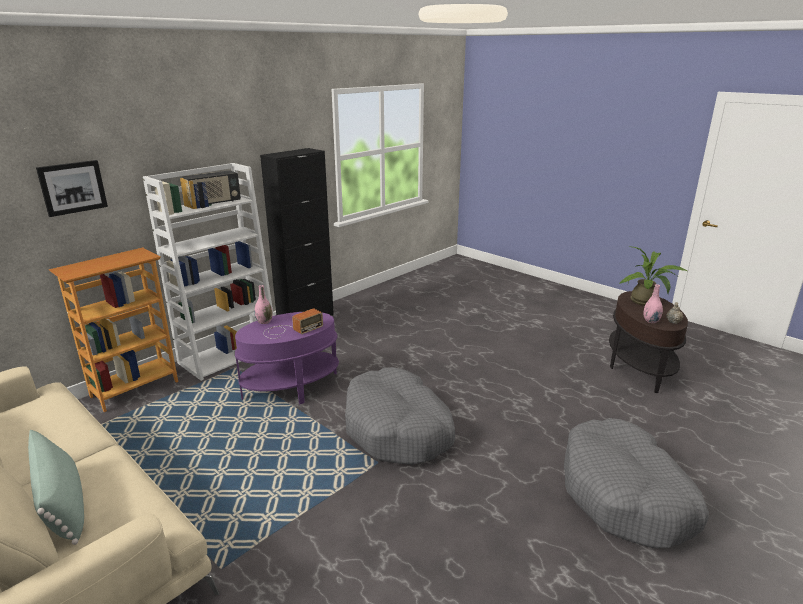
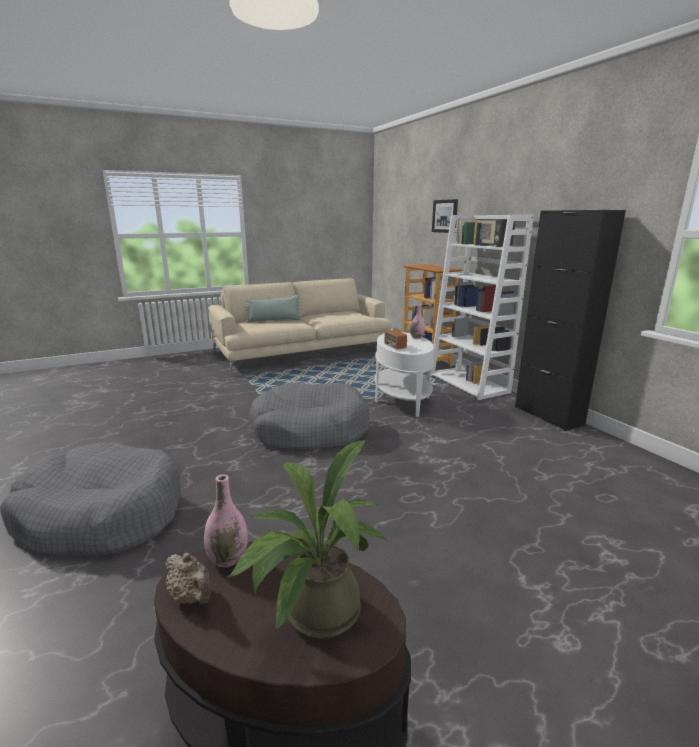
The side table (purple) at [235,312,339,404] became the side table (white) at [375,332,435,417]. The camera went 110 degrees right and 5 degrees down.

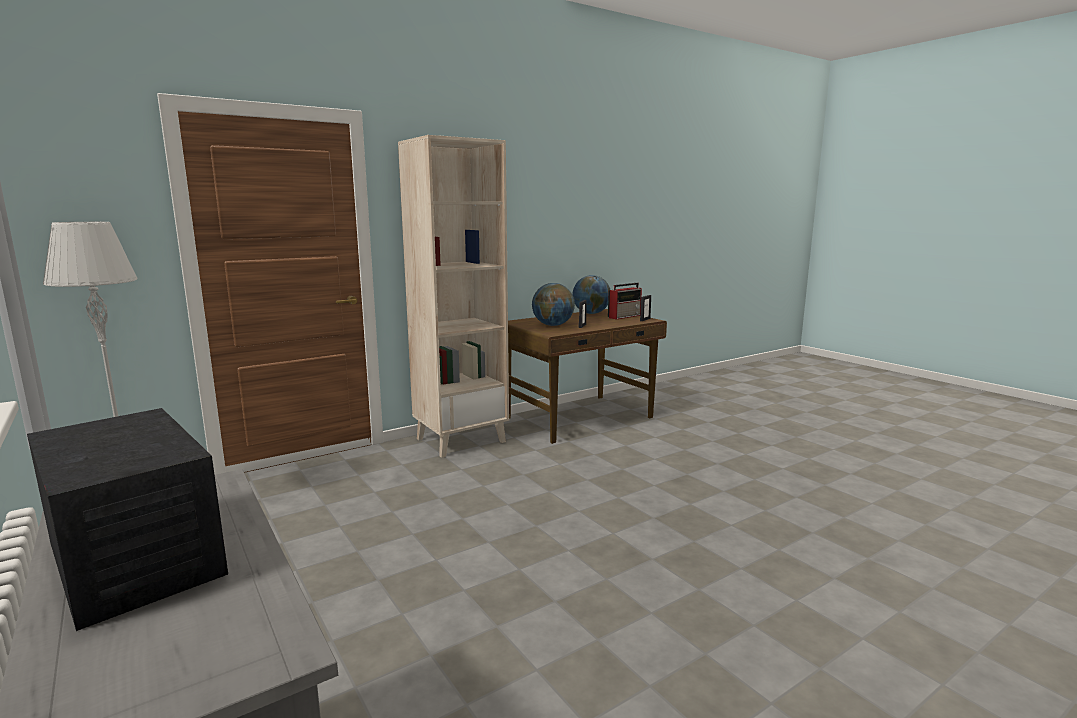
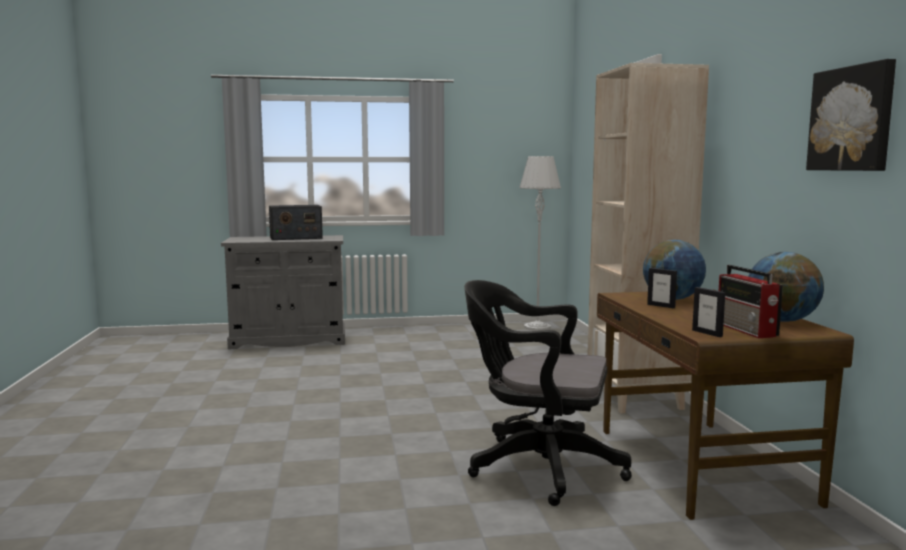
The office chair (black) at [464,280,632,506] appeared. The picture at [806,59,896,171] appeared. The camera went 115 degrees right and 5 degrees down.

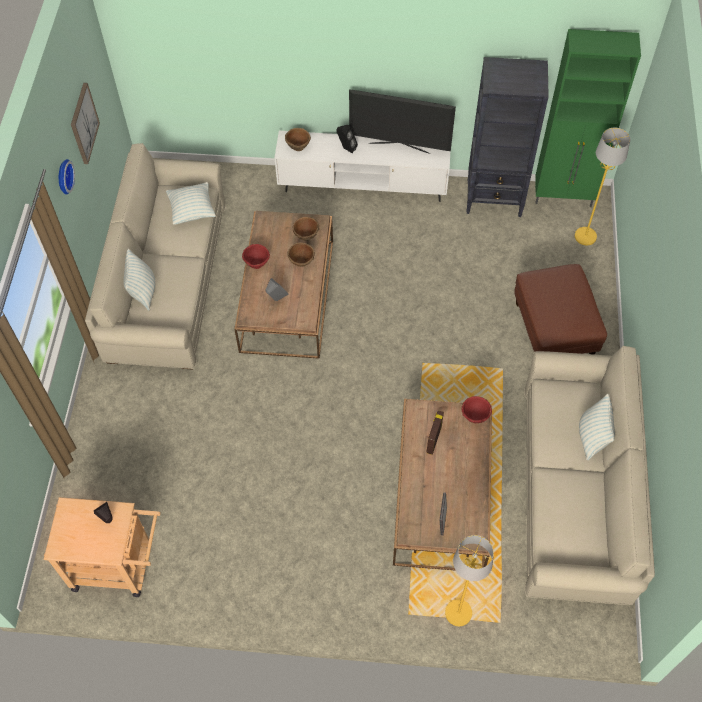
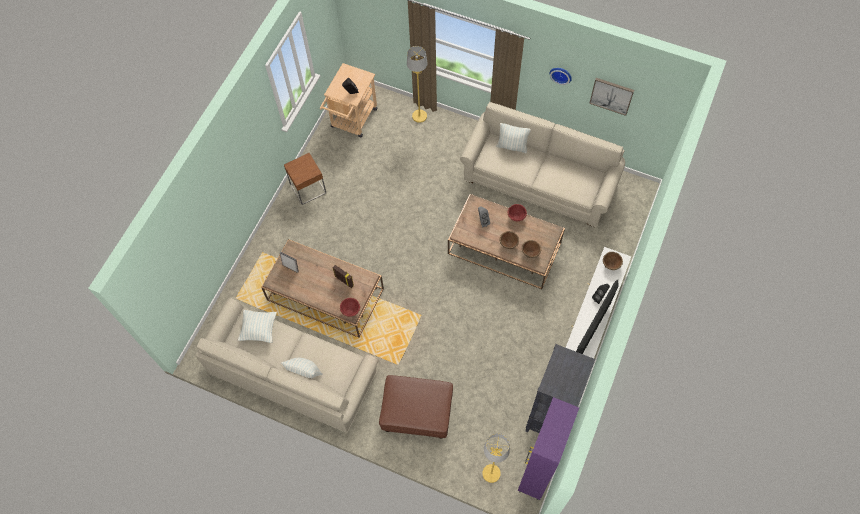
The pillow moved from [166,182,216,225] to [238,310,277,343]. The floor lamp (yellow) moved from [445,535,494,626] to [407,46,428,123]. The cabinet (green) at [535,29,641,207] became the cabinet (purple) at [518,397,579,500]. The side table (brown) at [284,153,326,205] appeared. The camera went 110 degrees right and 5 degrees up.

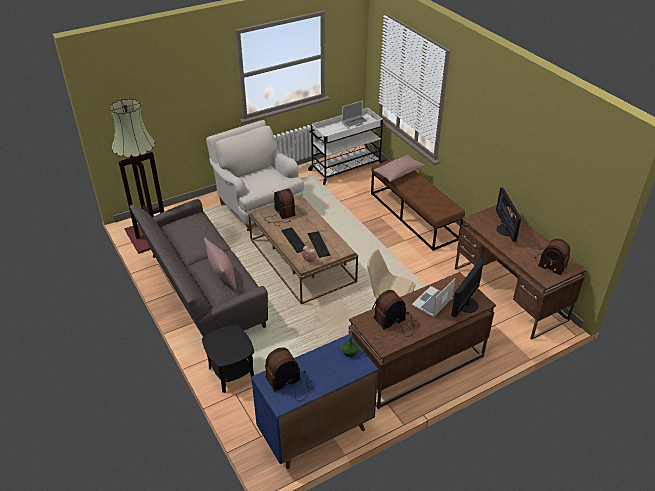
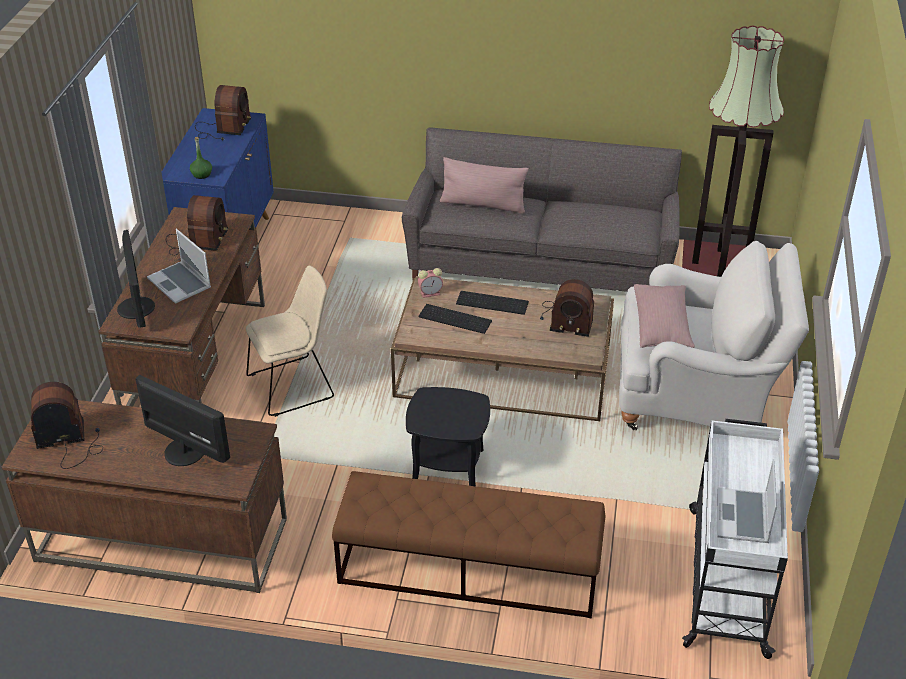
The side table (black) moved from [202,324,254,393] to [406,387,490,487]. The pillow (pink) moved from [374,155,425,182] to [634,284,695,348]. The laptop at [412,278,455,317] turned 150 degrees clockwise. The camera went 130 degrees right and 0 degrees up.

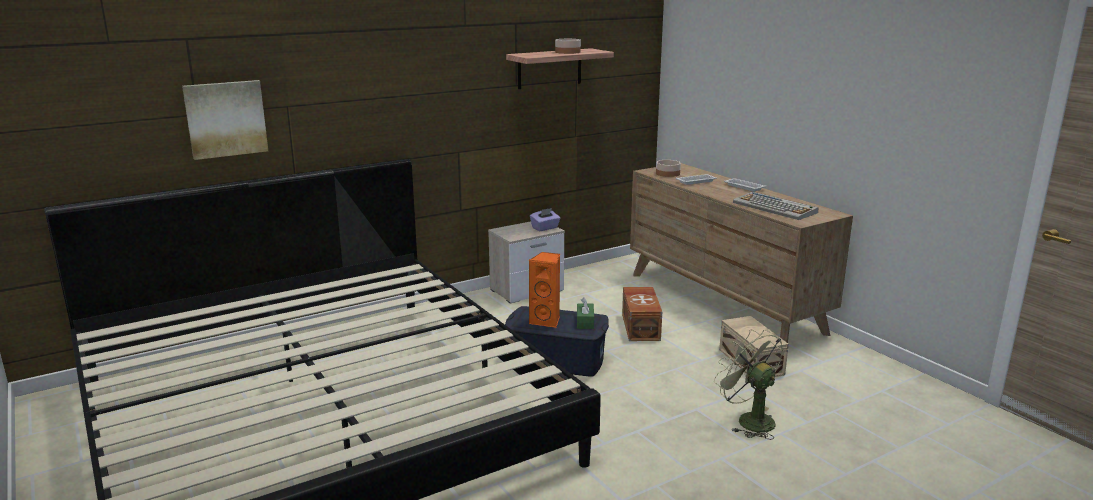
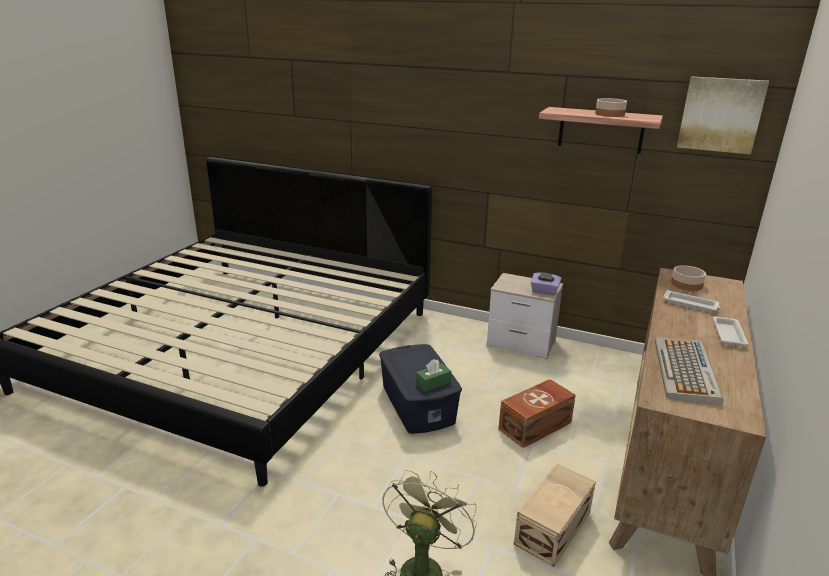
The picture moved from [182,80,268,160] to [677,76,769,154]. The speaker (orange) at [529,252,560,328] disappeared. The camera went 55 degrees right and 5 degrees up.

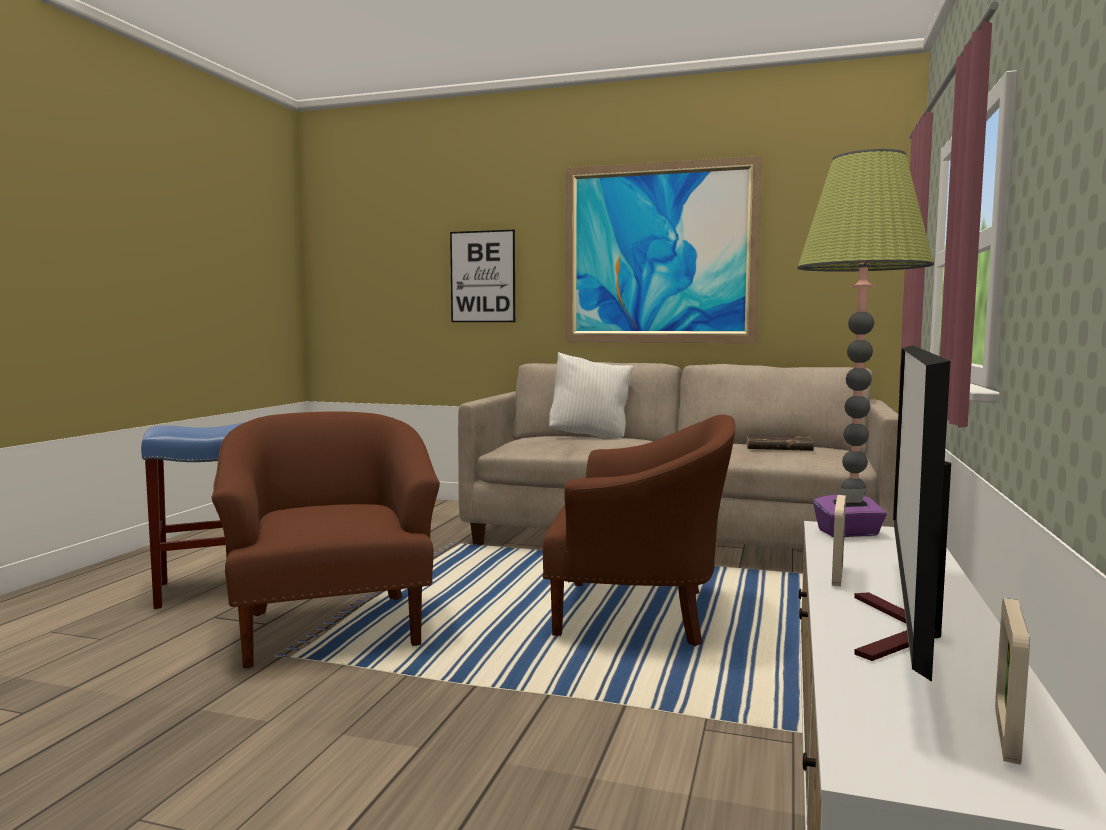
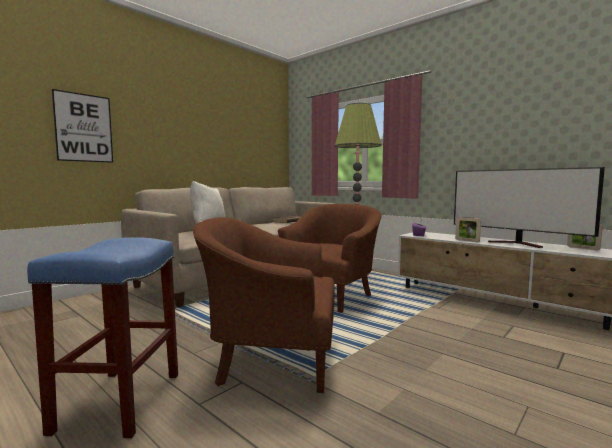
The picture at [565,156,762,343] disappeared. The camera went 65 degrees left and 0 degrees up.

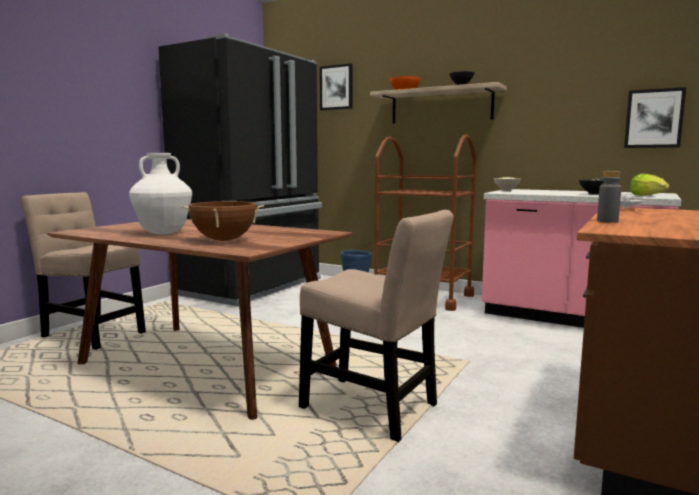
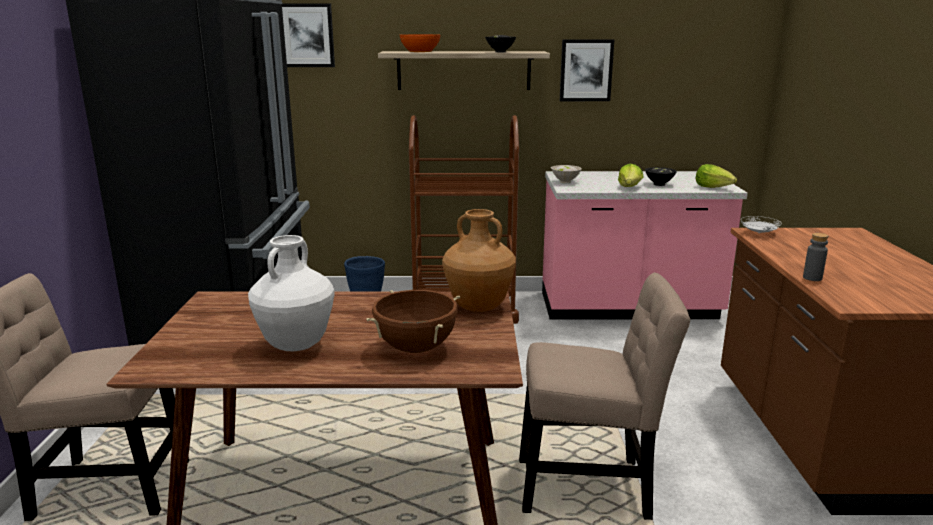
The picture moved from [624,87,686,148] to [560,39,614,101]. The vase (brown) at [442,209,516,312] appeared. The lettuce at [618,164,643,187] appeared. The camera went 30 degrees left and 10 degrees up.

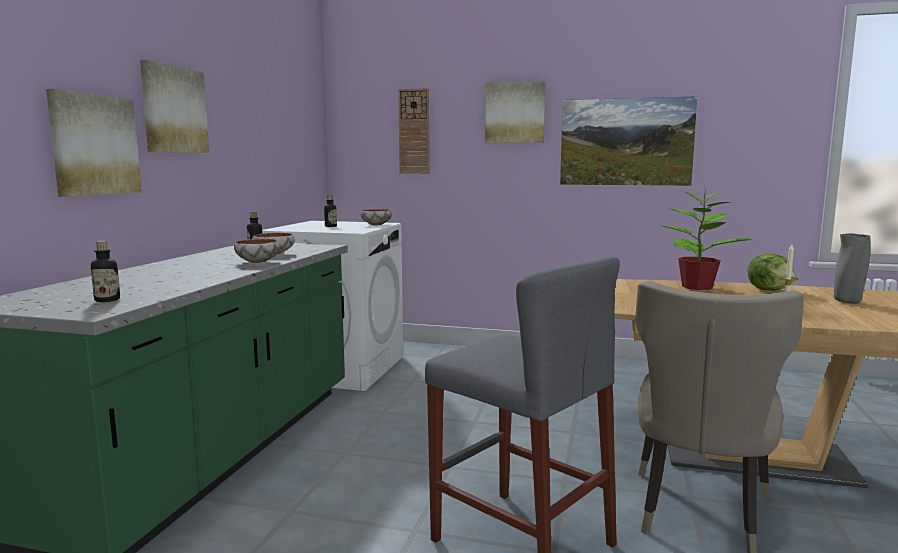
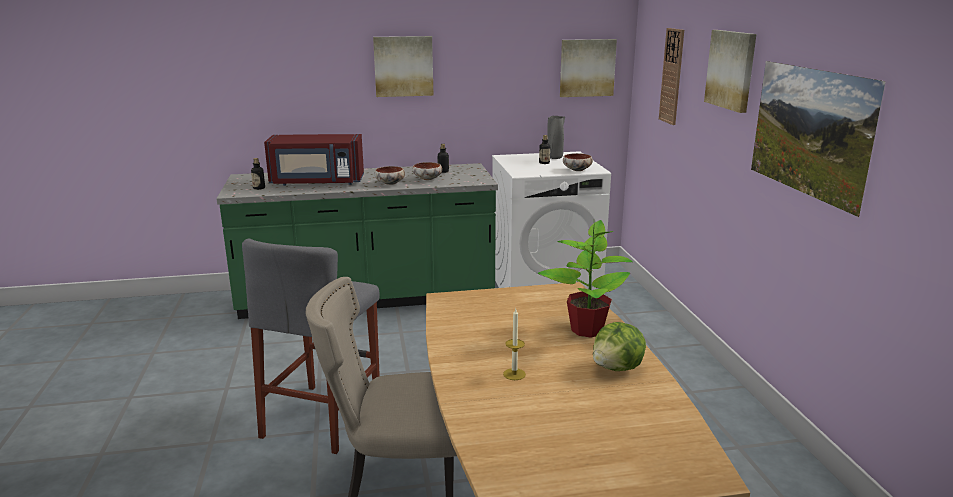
The picture moved from [46,89,142,197] to [560,39,617,97]. The vase (grey) moved from [834,233,871,304] to [547,116,565,159]. The microwave (red) at [264,134,364,186] appeared. The camera went 65 degrees right and 10 degrees up.

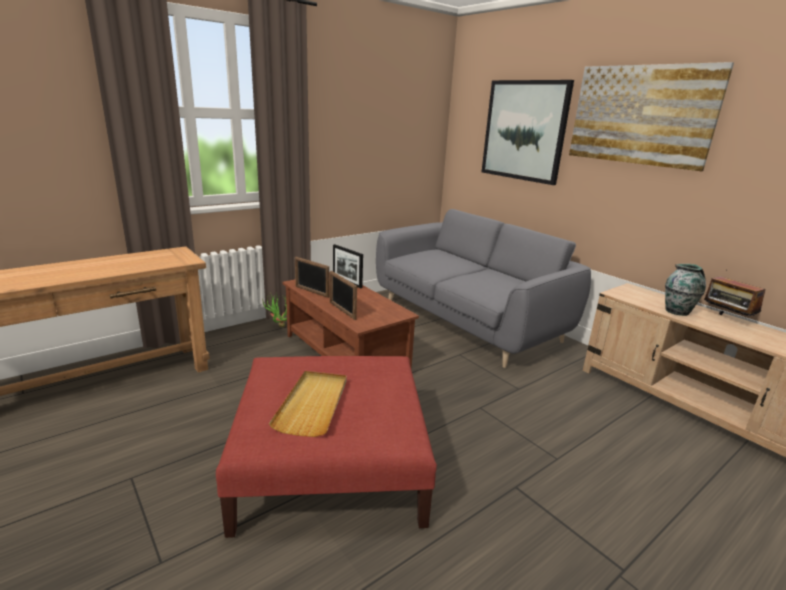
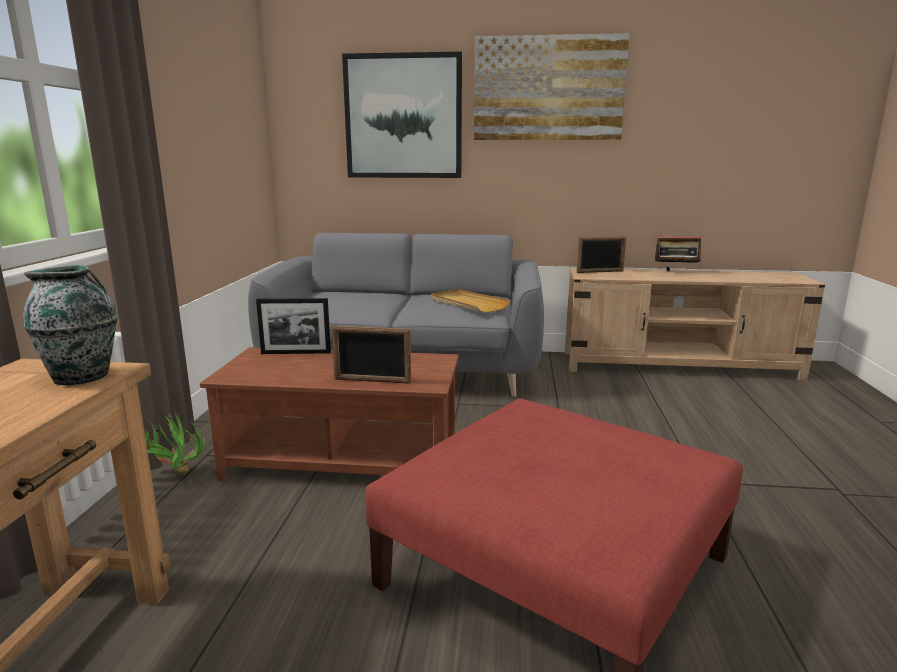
The tray (beige) moved from [269,371,347,437] to [431,289,511,313]. The picture frame moved from [295,257,329,298] to [576,236,626,273]. The vase moved from [665,264,706,316] to [23,265,117,385]. The camera went 45 degrees left and 5 degrees down.

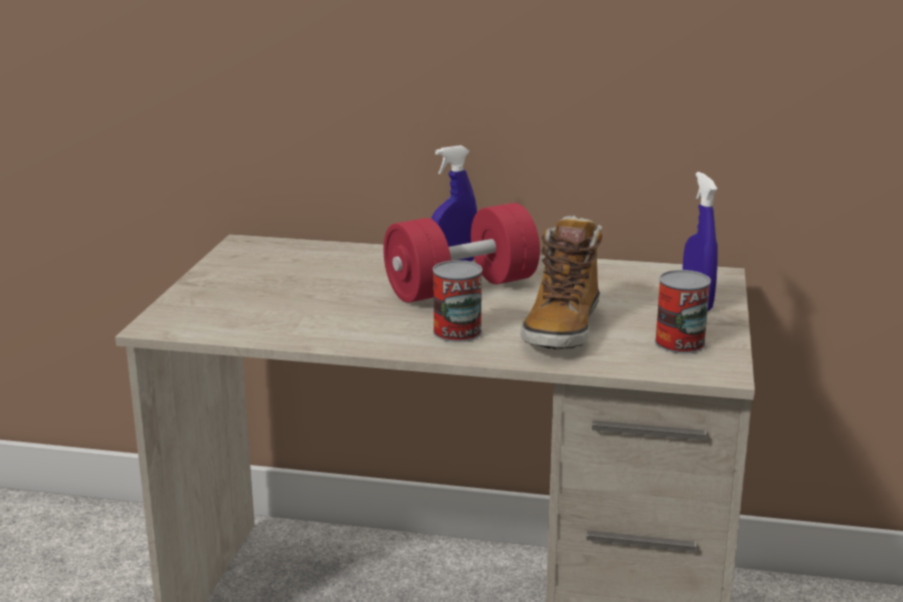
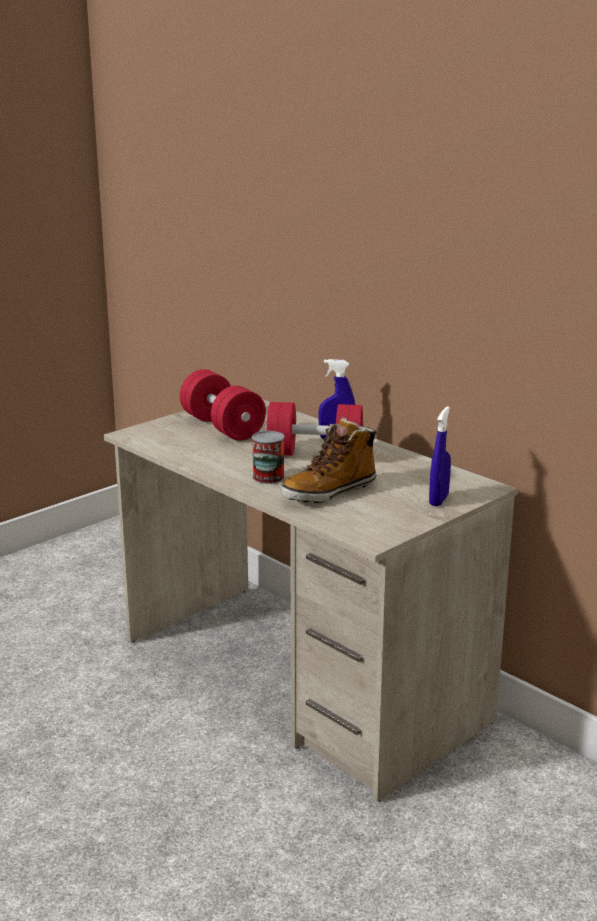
The can at [655,270,711,354] disappeared. The dumbbell (red) at [180,369,266,441] appeared. The camera went 35 degrees right and 0 degrees up.

